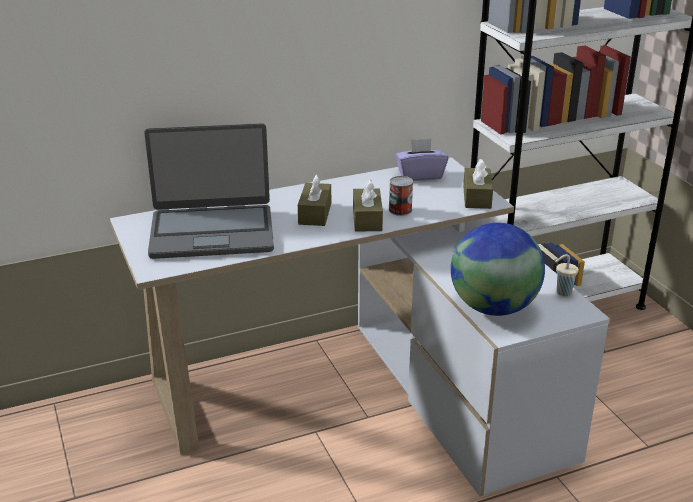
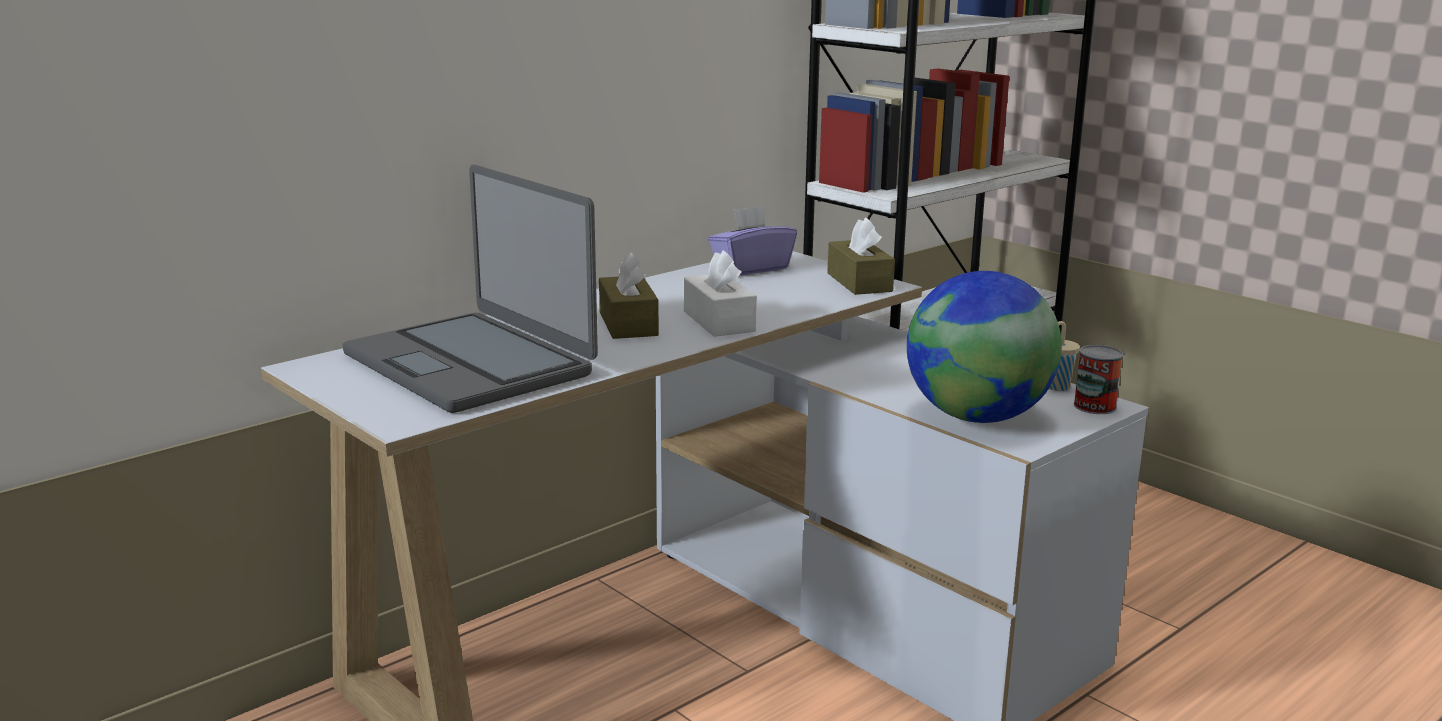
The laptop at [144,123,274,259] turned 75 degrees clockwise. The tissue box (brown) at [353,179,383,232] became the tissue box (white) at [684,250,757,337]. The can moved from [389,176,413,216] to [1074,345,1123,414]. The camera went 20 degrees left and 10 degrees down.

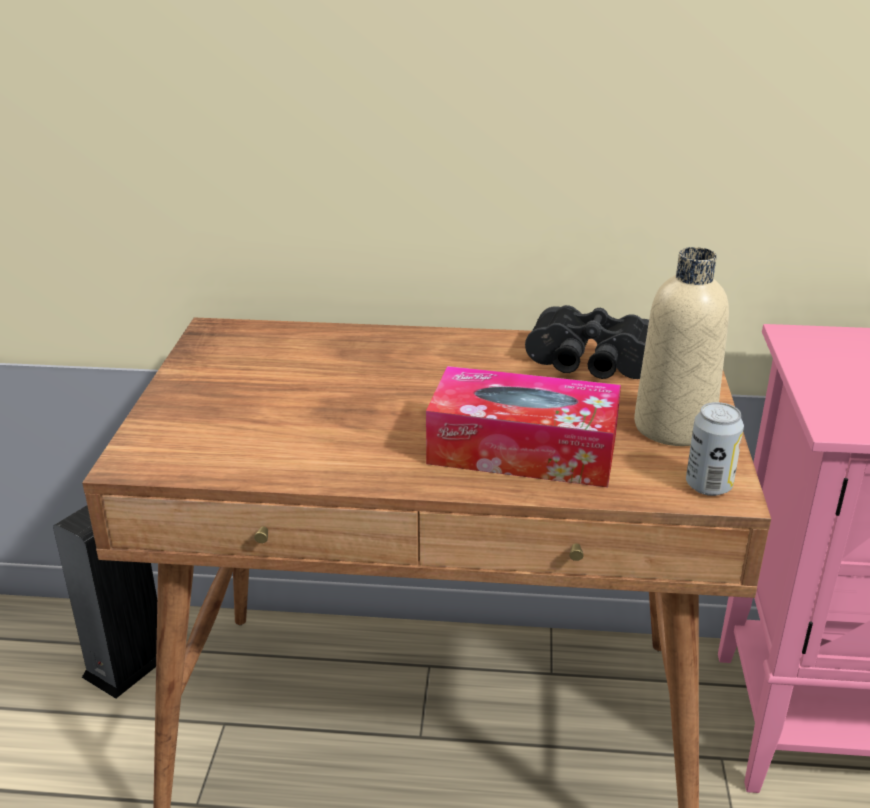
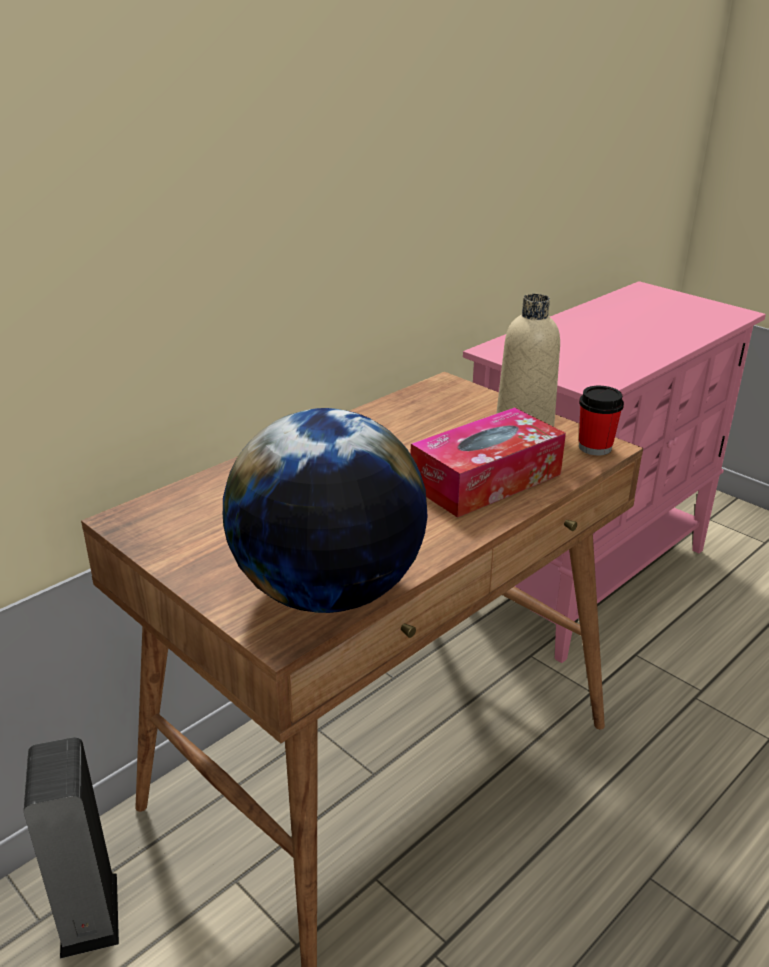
The binoculars (black) at [525,305,649,379] disappeared. The can at [686,402,744,496] was replaced by the cup at [579,386,624,455]. The globe at [223,408,428,613] appeared. The camera went 50 degrees left and 0 degrees up.

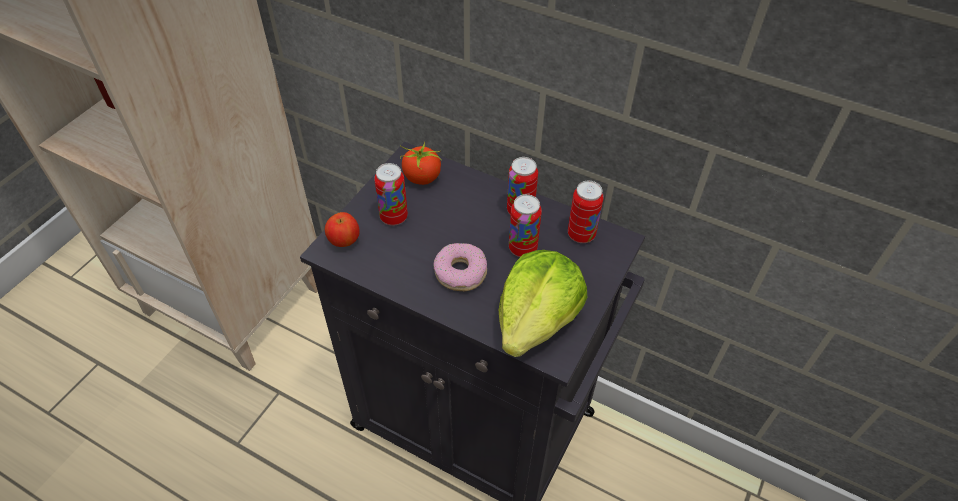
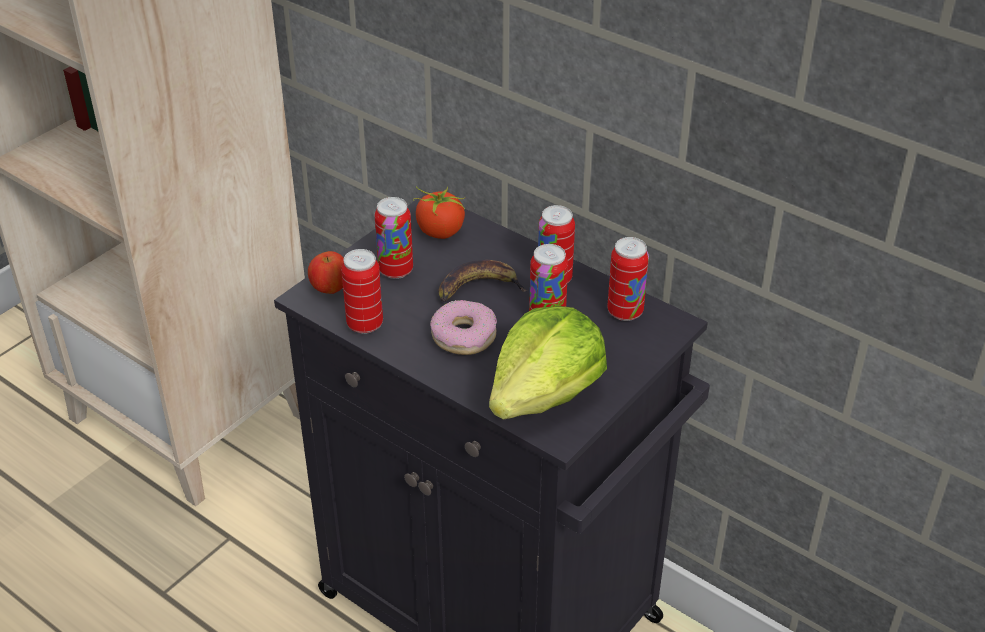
The can at [341,249,383,334] appeared. The banana at [439,260,527,302] appeared. The camera went 10 degrees right and 10 degrees down.

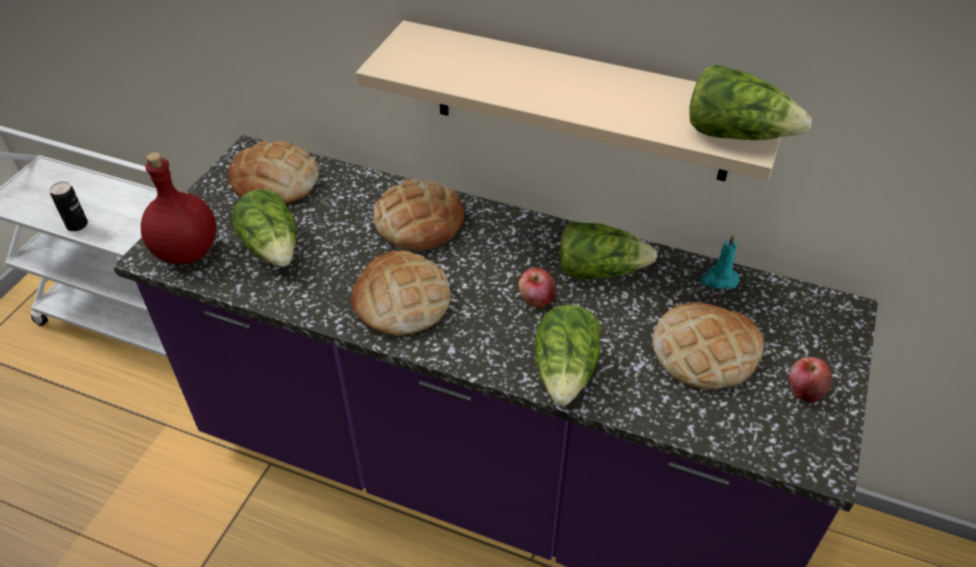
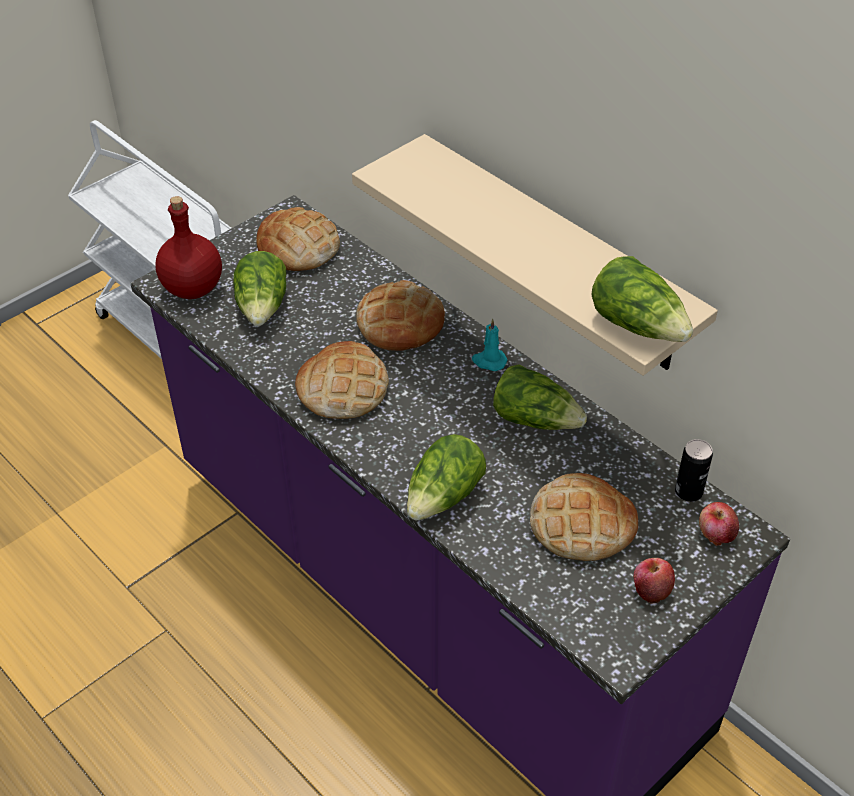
The can moved from [50,181,88,231] to [675,439,713,502]. The apple moved from [518,268,557,309] to [699,502,739,545]. The candle (turquoise) moved from [701,234,739,289] to [472,318,507,371]. The camera went 25 degrees right and 0 degrees up.

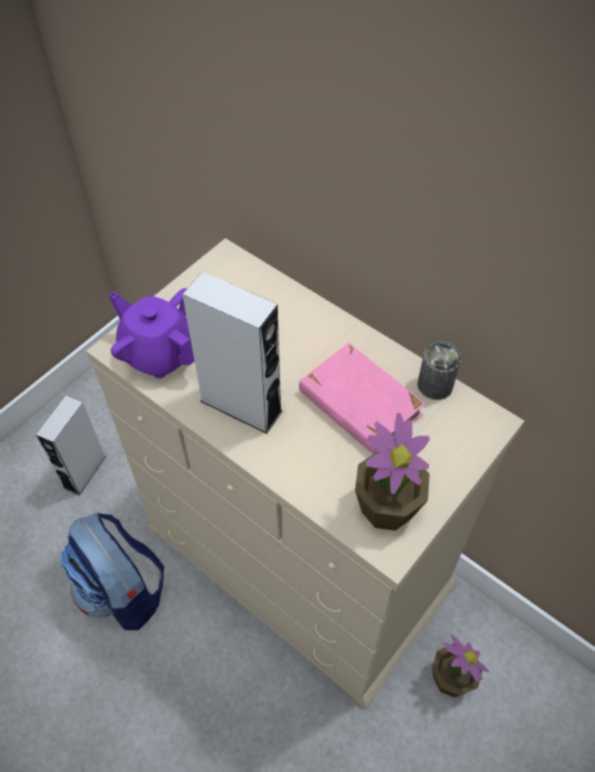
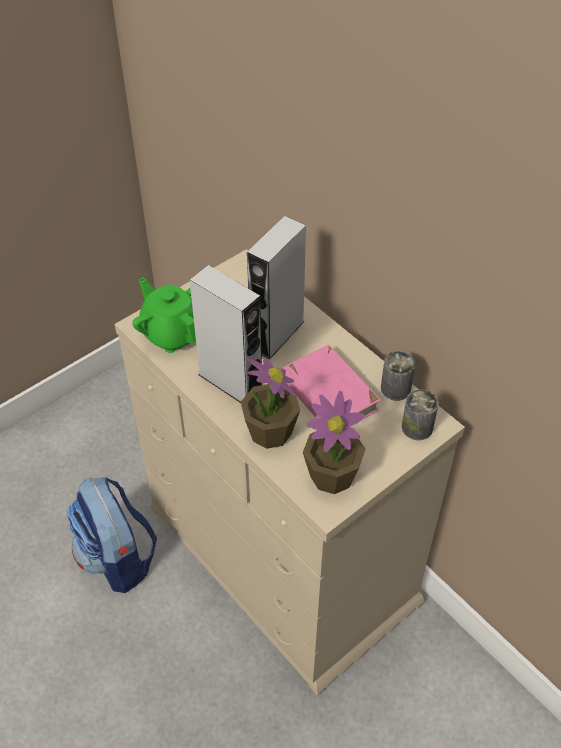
The speaker (grey) moved from [36,395,106,496] to [247,216,306,359]. The teapot (purple) at [108,288,194,379] became the teapot (green) at [132,278,196,353]. The potted plant moved from [432,635,489,697] to [241,357,300,449]. The can at [402,389,439,440] appeared. The camera went 10 degrees right and 5 degrees down.

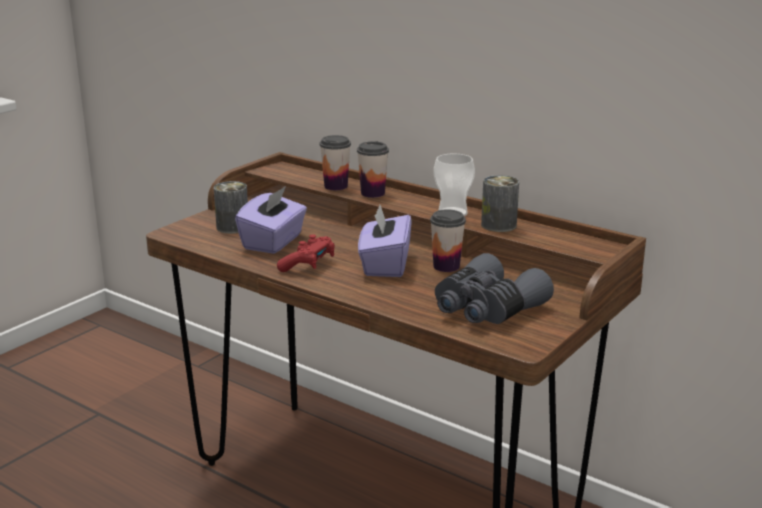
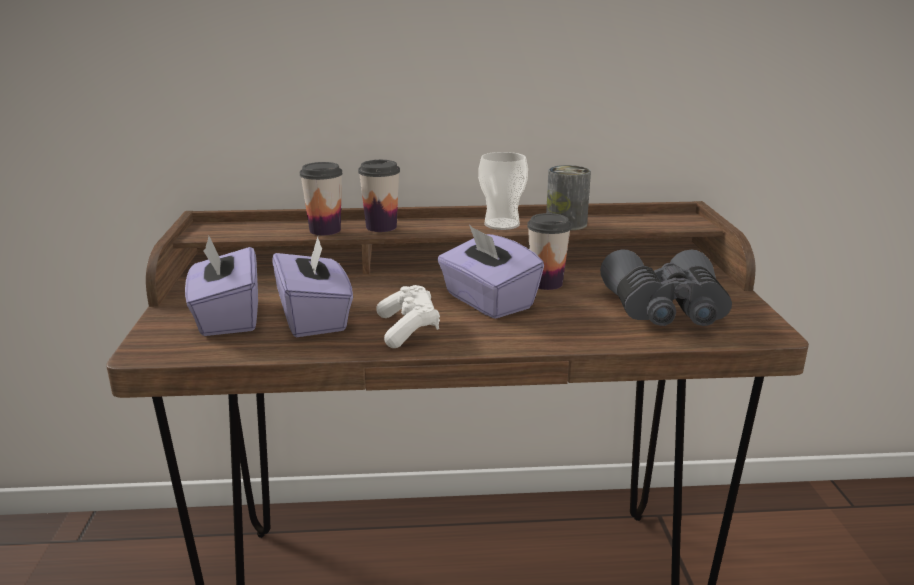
The can at [214,181,248,234] was replaced by the tissue box (purple) at [185,236,258,336]. The game controller (red) at [277,234,335,272] became the game controller (white) at [376,285,440,348]. The camera went 40 degrees left and 0 degrees up.

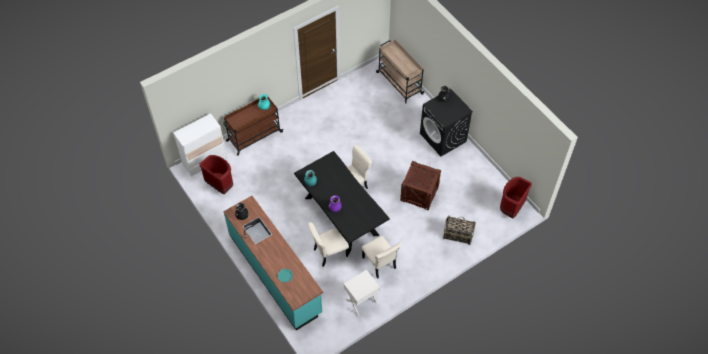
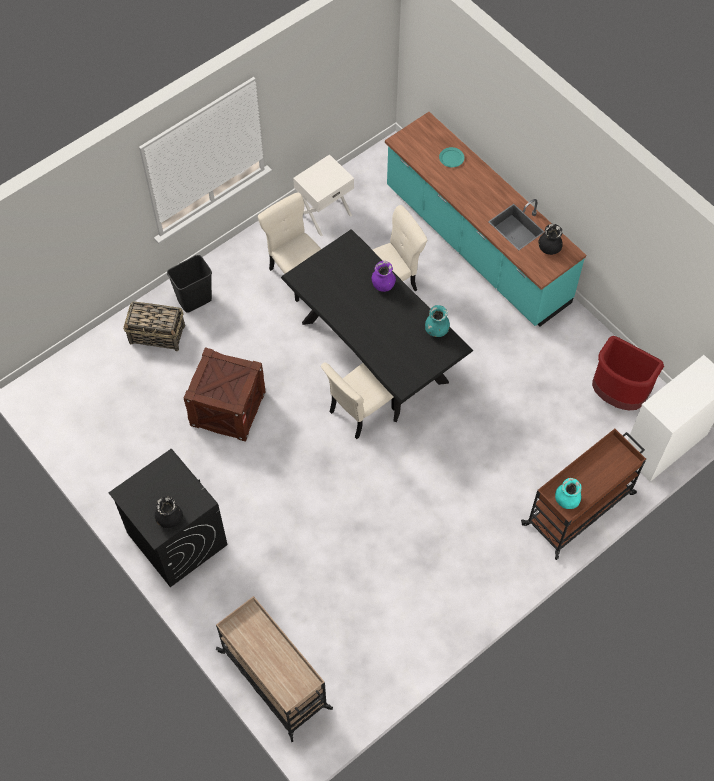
The trash can (red) at [500,177,532,218] disappeared. The trash can (black) at [167,255,212,313] appeared. The camera went 175 degrees right and 5 degrees up.

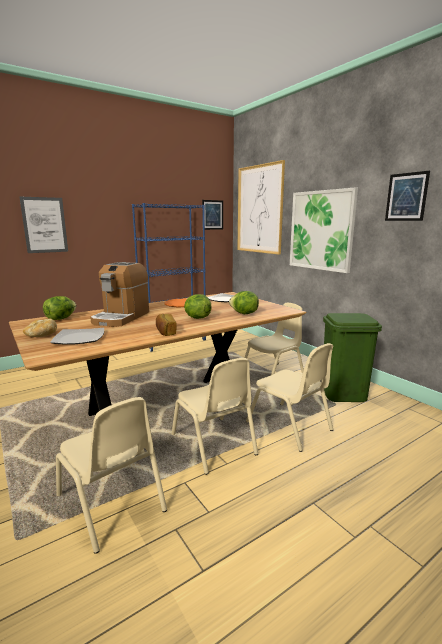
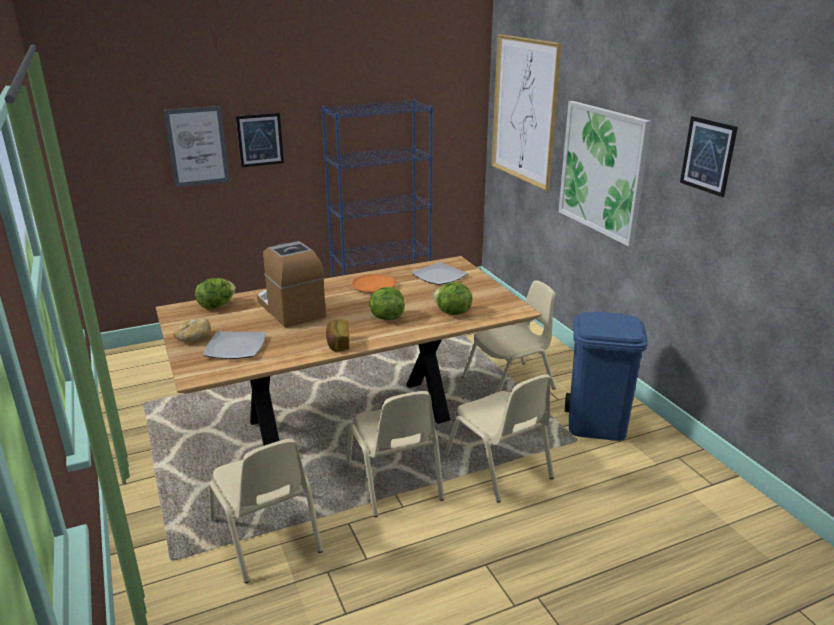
The coffee machine at [90,262,149,327] turned 120 degrees clockwise. The picture moved from [202,200,223,230] to [236,113,284,167]. The trash can (green) at [321,313,382,402] became the trash can (blue) at [565,311,648,441]. The camera went 10 degrees right and 10 degrees up.

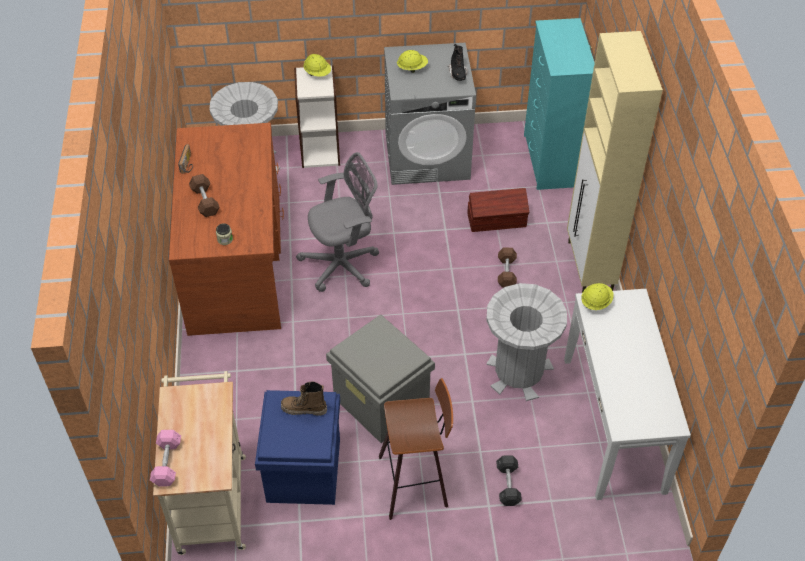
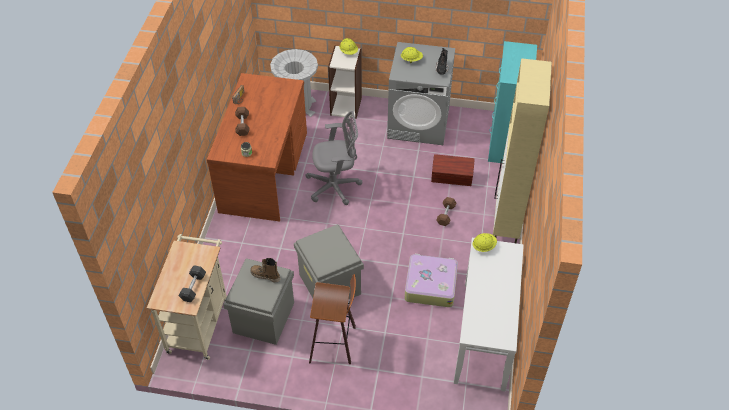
The dumbbell (pink) at [150,430,181,486] disappeared. The storage box (blue) at [255,390,340,505] became the storage box (grey) at [223,258,294,345]. The trash can (grey) at [486,283,567,401] was replaced by the suitcase at [405,254,458,307]. The dumbbell (grey) moved from [496,455,522,506] to [179,266,206,302]. The camera went 15 degrees right and 0 degrees up.

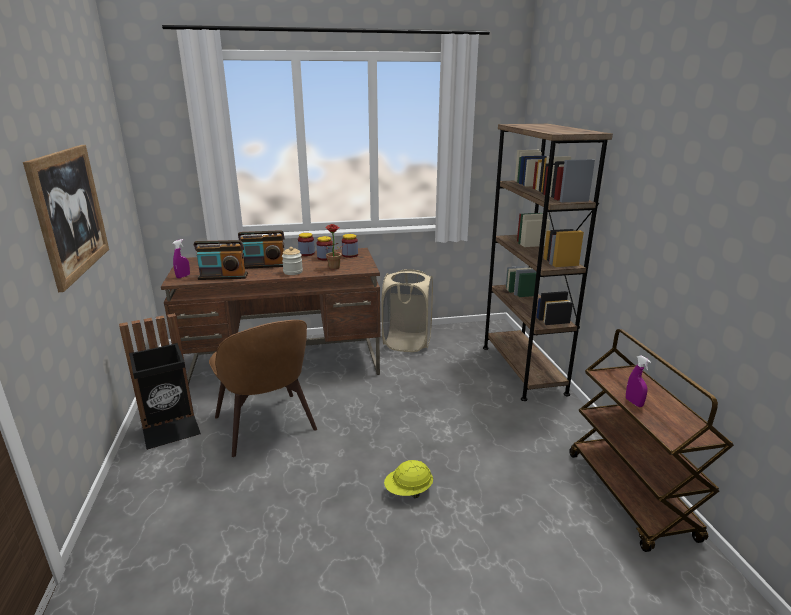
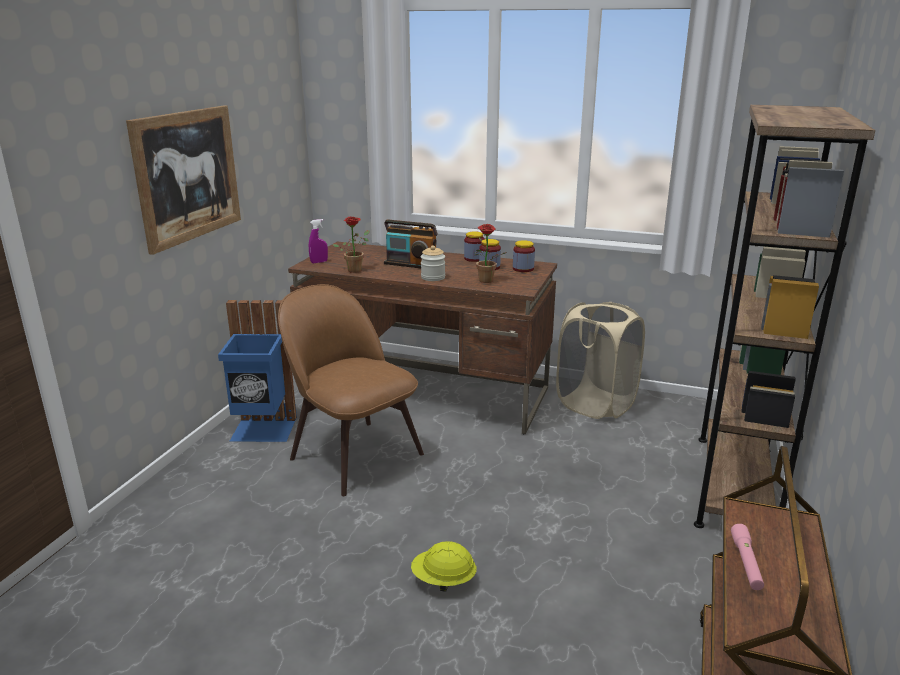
The trash can (black) at [119,313,201,450] became the trash can (blue) at [218,300,297,442]. The radio at [194,240,248,280] was replaced by the potted plant at [332,217,370,273]. The chair (brown) at [209,320,317,457] turned 135 degrees clockwise. The spray bottle (purple) at [626,355,651,407] was replaced by the flashlight (pink) at [731,524,764,590]. The camera went 30 degrees right and 0 degrees up.

